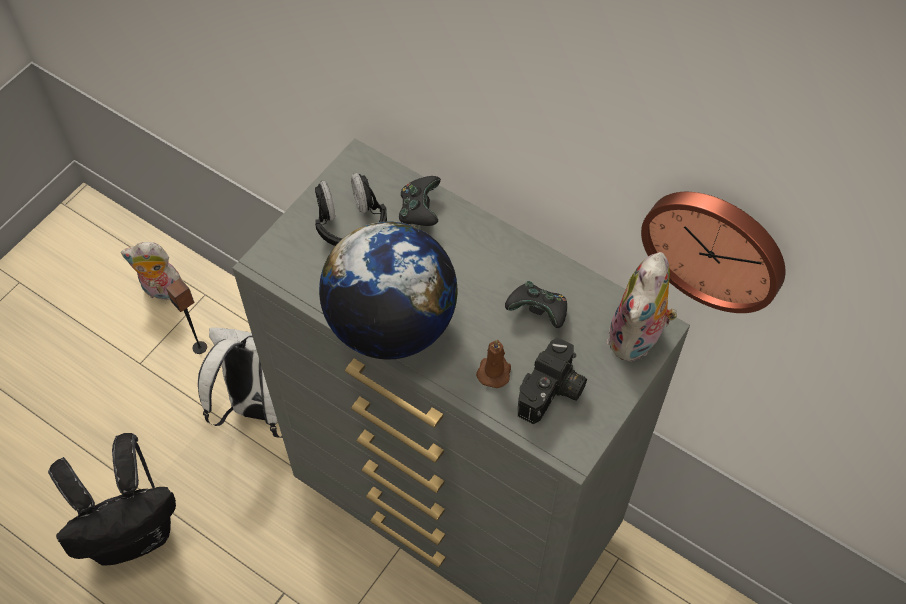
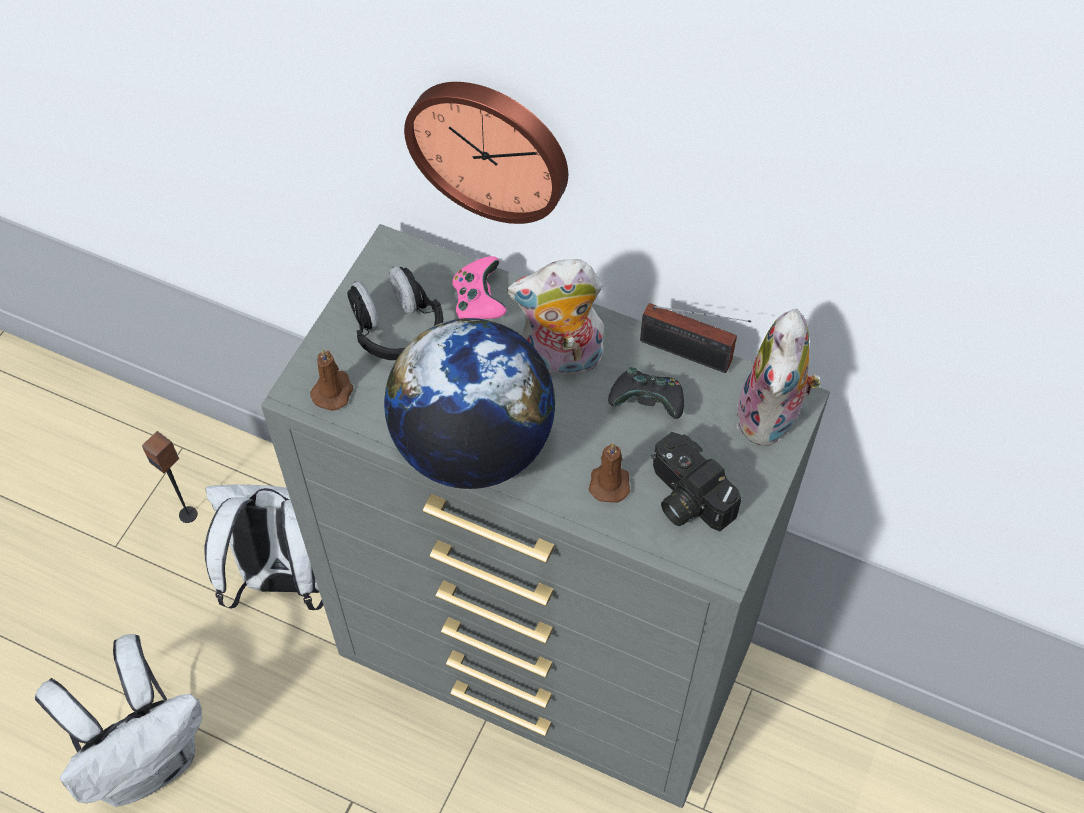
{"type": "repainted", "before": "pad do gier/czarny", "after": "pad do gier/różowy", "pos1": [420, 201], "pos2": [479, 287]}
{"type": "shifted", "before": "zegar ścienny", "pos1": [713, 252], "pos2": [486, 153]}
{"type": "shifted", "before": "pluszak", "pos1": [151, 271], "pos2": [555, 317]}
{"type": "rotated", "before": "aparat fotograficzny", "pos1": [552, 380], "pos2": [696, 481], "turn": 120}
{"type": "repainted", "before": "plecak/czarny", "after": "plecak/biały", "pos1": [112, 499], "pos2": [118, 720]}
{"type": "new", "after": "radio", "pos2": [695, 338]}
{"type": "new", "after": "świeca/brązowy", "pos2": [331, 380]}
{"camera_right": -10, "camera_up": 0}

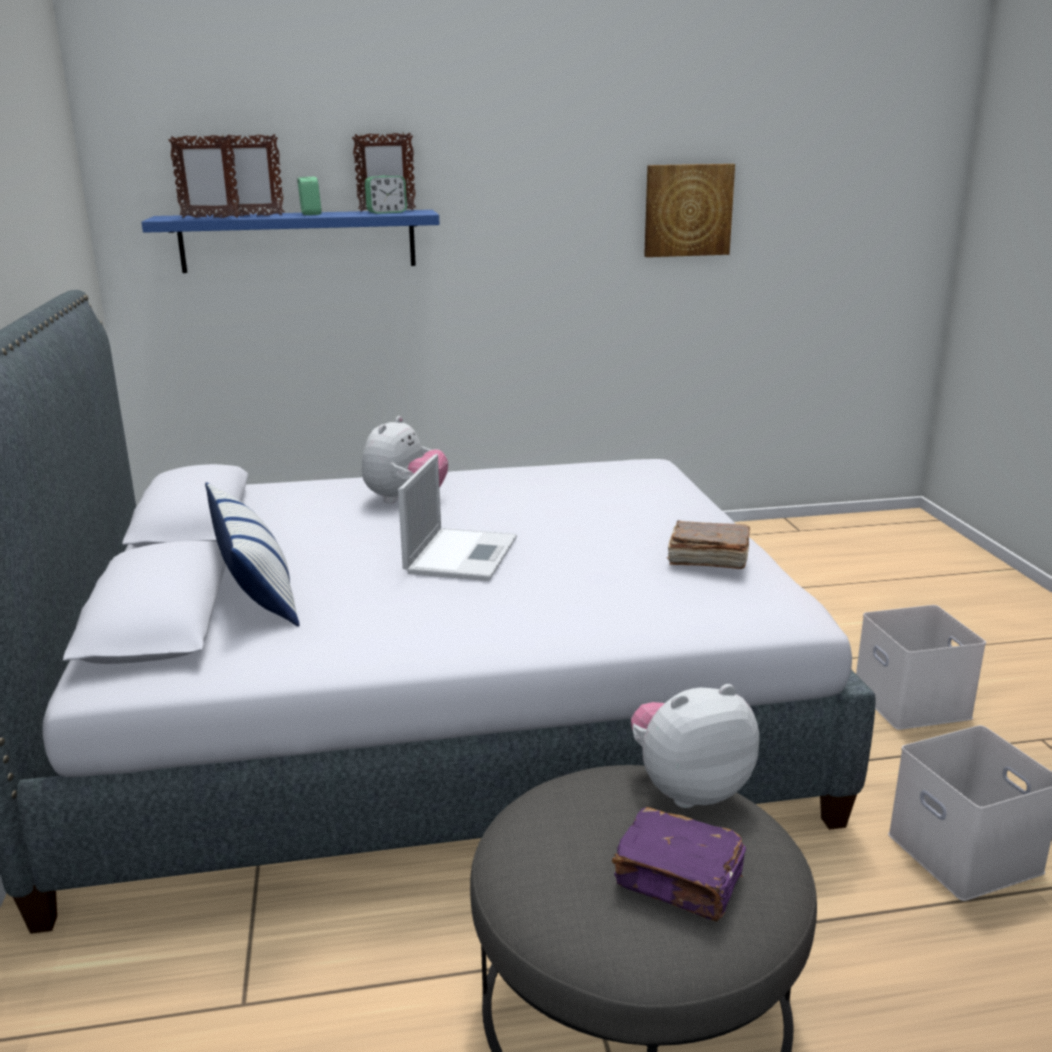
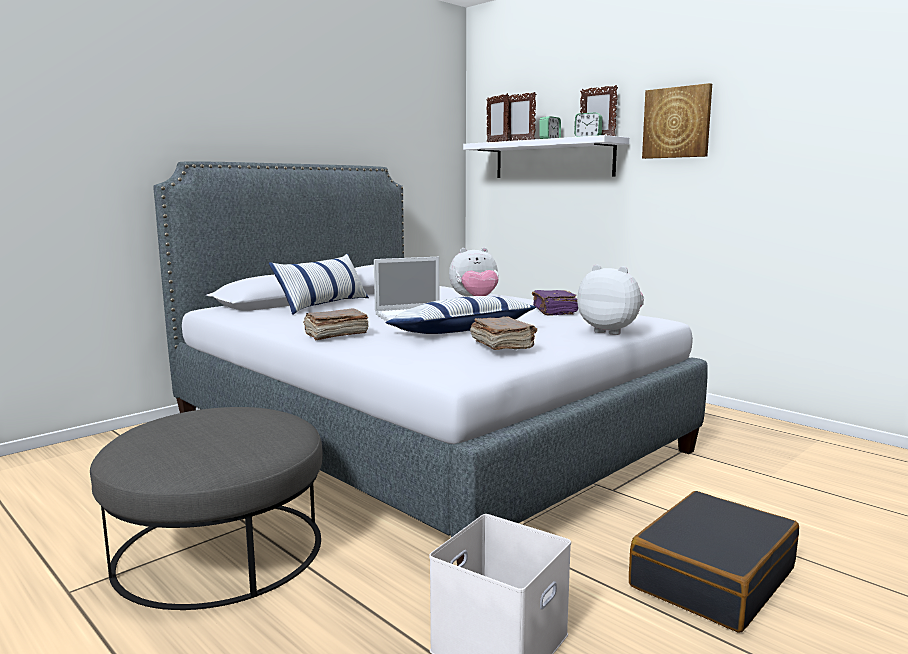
{"type": "shifted", "before": "obraz", "pos1": [689, 210], "pos2": [677, 121]}
{"type": "repainted", "before": "półka/niebieski", "after": "półka/biały", "pos1": [291, 241], "pos2": [546, 156]}
{"type": "swapped", "before": "pojemnik do przechowywania/biały", "after": "walizka/czarny", "pos1": [921, 667], "pos2": [714, 562]}
{"type": "shifted", "before": "pluszak", "pos1": [695, 746], "pos2": [610, 299]}
{"type": "shifted", "before": "książka/fioletowy", "pos1": [679, 864], "pos2": [555, 303]}
{"type": "new", "after": "poduszka", "pos2": [461, 315]}
{"type": "new", "after": "książka/brązowy", "pos2": [336, 324]}
{"camera_right": 55, "camera_up": -10}

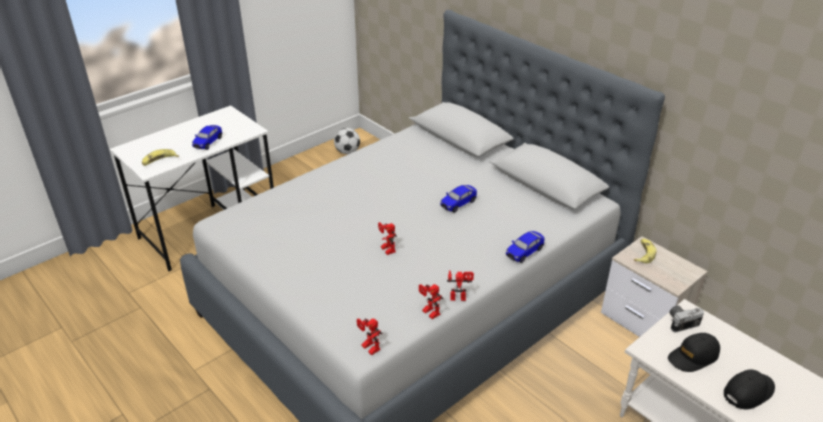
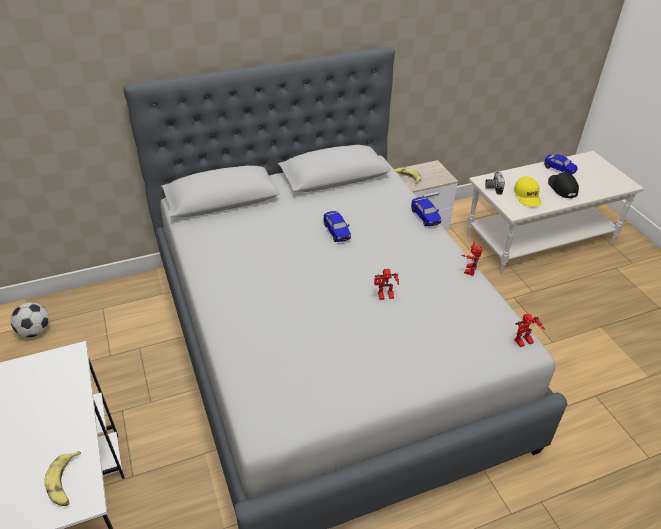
{"type": "shifted", "before": "samochodzik", "pos1": [207, 137], "pos2": [561, 164]}
{"type": "gone", "before": "robot zabawkowy", "pos1": [431, 301]}
{"type": "repainted", "before": "czapka z daszkiem/czarny", "after": "czapka z daszkiem/żółty", "pos1": [694, 352], "pos2": [527, 191]}
{"camera_right": -70, "camera_up": 5}

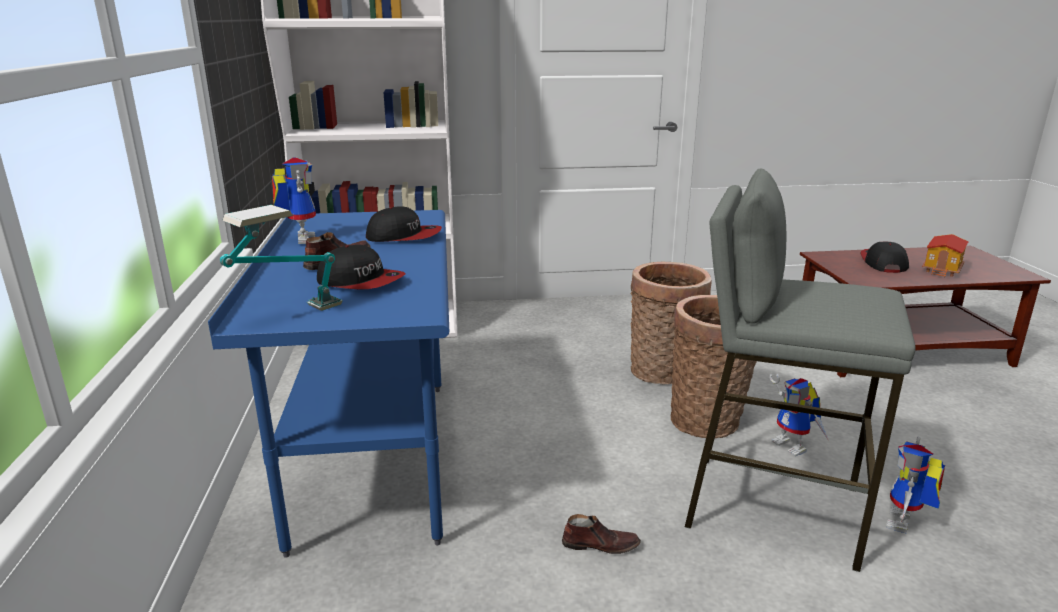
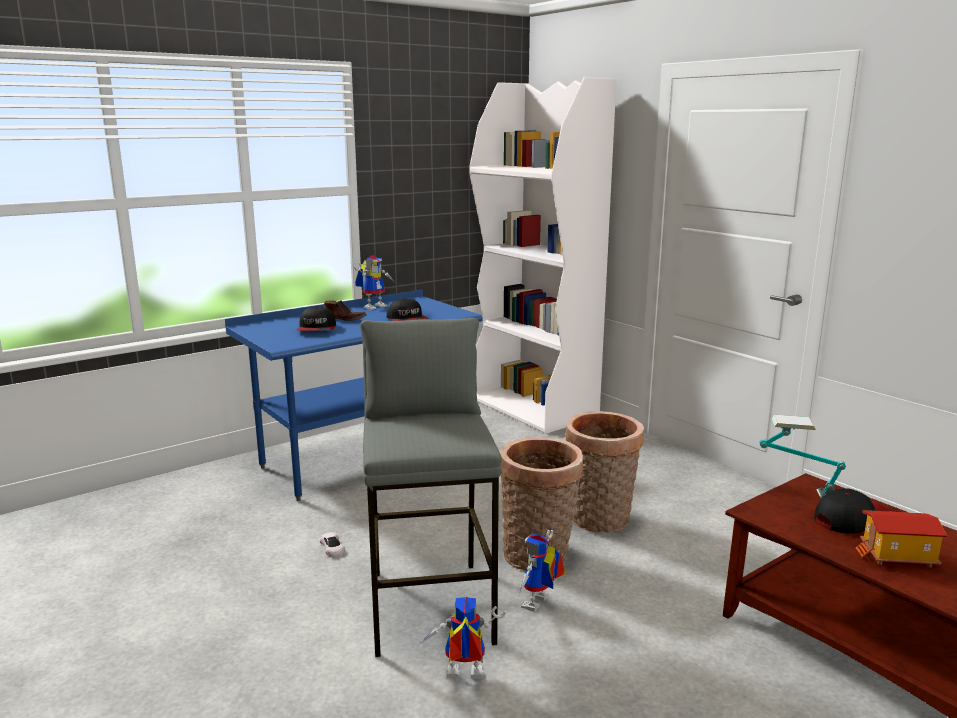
{"type": "shifted", "before": "lampa stołowa", "pos1": [281, 258], "pos2": [802, 457]}
{"type": "swapped", "before": "but/brązowy", "after": "samochodzik/biały", "pos1": [601, 534], "pos2": [332, 545]}
{"camera_right": 60, "camera_up": -5}

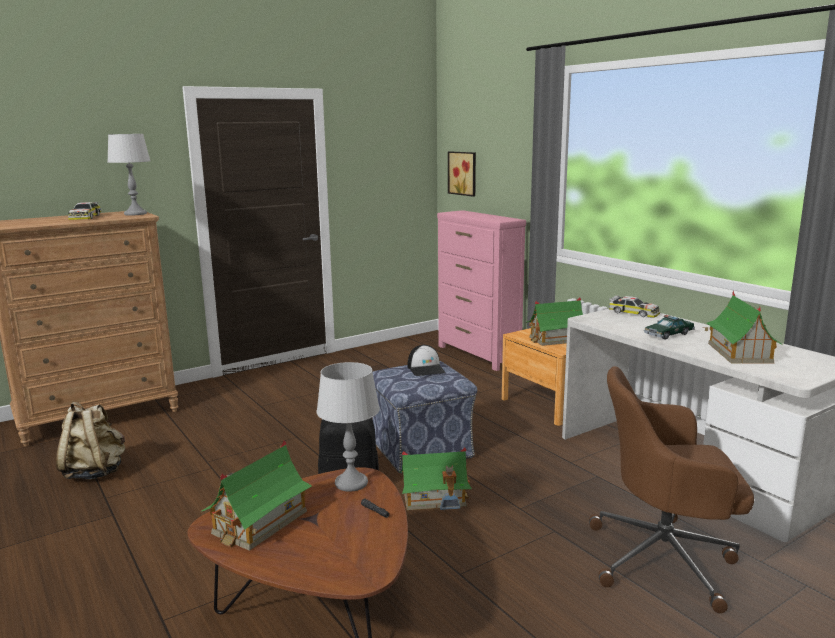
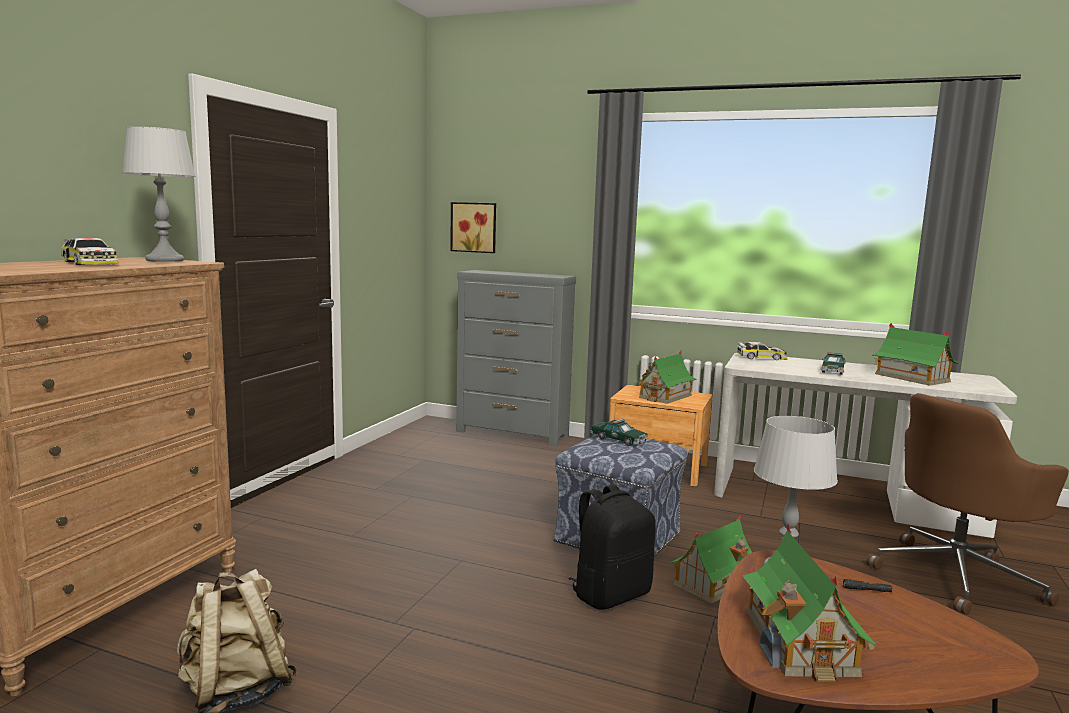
{"type": "repainted", "before": "komoda/różowy", "after": "komoda/szary", "pos1": [481, 290], "pos2": [516, 358]}
{"type": "swapped", "before": "czapka z daszkiem", "after": "samochodzik", "pos1": [426, 360], "pos2": [619, 432]}
{"camera_right": -35, "camera_up": -5}

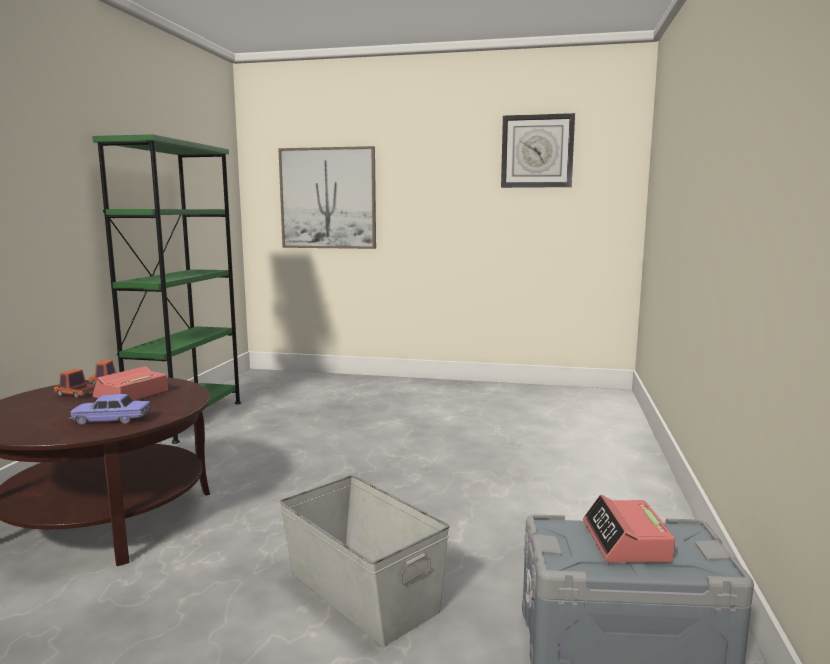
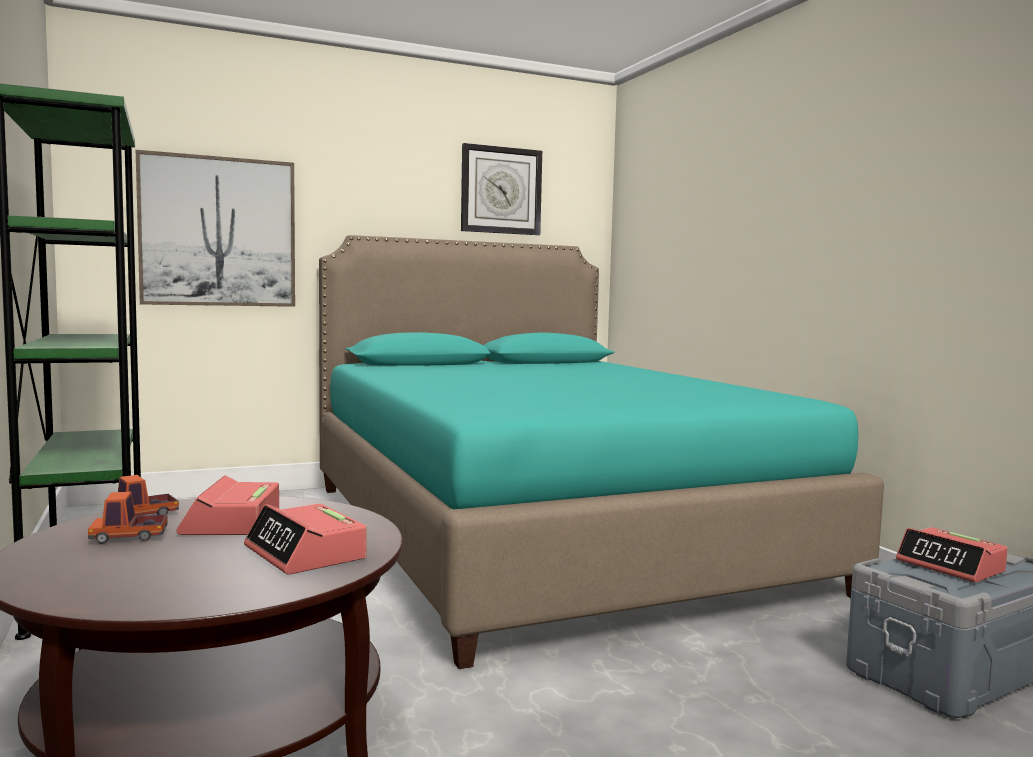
{"type": "swapped", "before": "samochodzik", "after": "budzik", "pos1": [110, 409], "pos2": [305, 539]}
{"type": "gone", "before": "pojemnik do przechowywania/szary", "pos1": [364, 560]}
{"type": "new", "after": "łóżko/turkusowy", "pos2": [601, 452]}
{"camera_right": -35, "camera_up": -5}

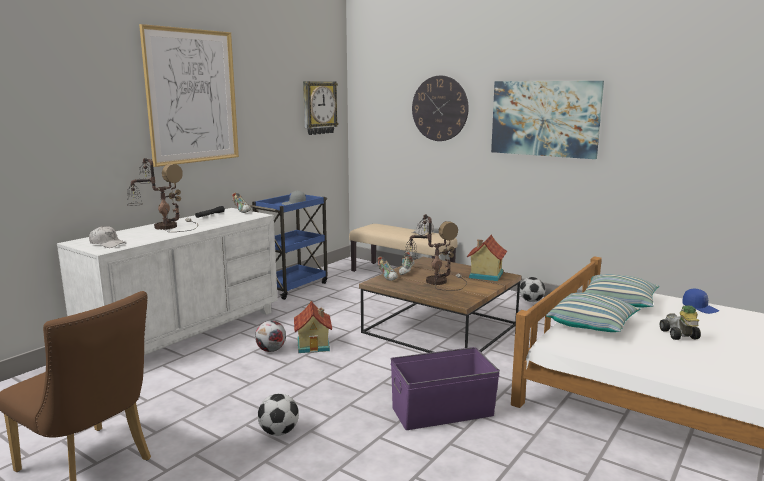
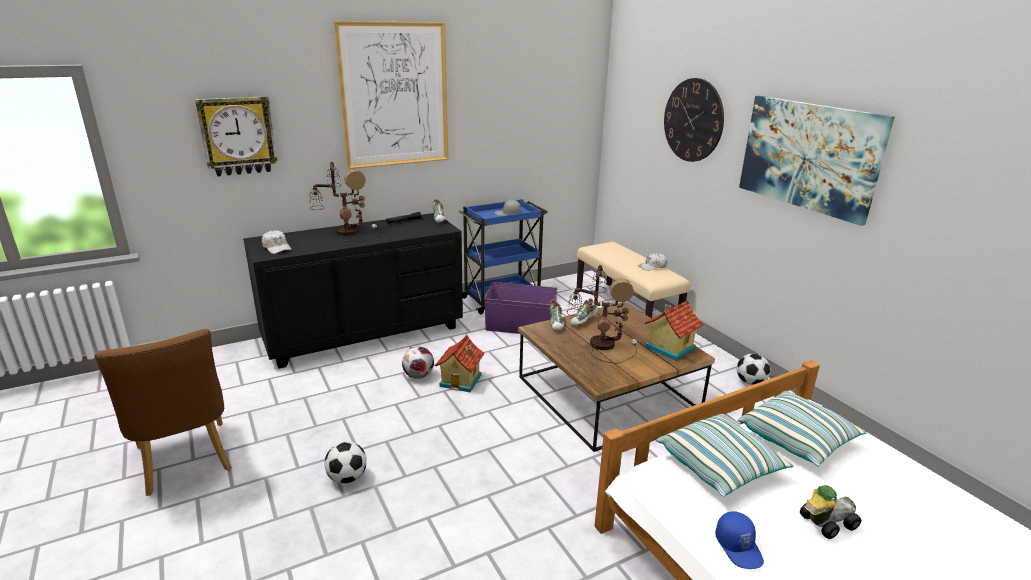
{"type": "shifted", "before": "zegar ścienny", "pos1": [320, 108], "pos2": [236, 136]}
{"type": "repainted", "before": "komoda/biały", "after": "komoda/czarny", "pos1": [167, 281], "pos2": [353, 291]}
{"type": "shifted", "before": "czapka z daszkiem/niebieski", "pos1": [700, 301], "pos2": [739, 540]}
{"type": "rotated", "before": "samochodzik", "pos1": [680, 322], "pos2": [831, 512], "turn": 45}
{"type": "shifted", "before": "pojemnik do przechowywania/fioletowy", "pos1": [445, 388], "pos2": [521, 308]}
{"camera_right": 25, "camera_up": 10}

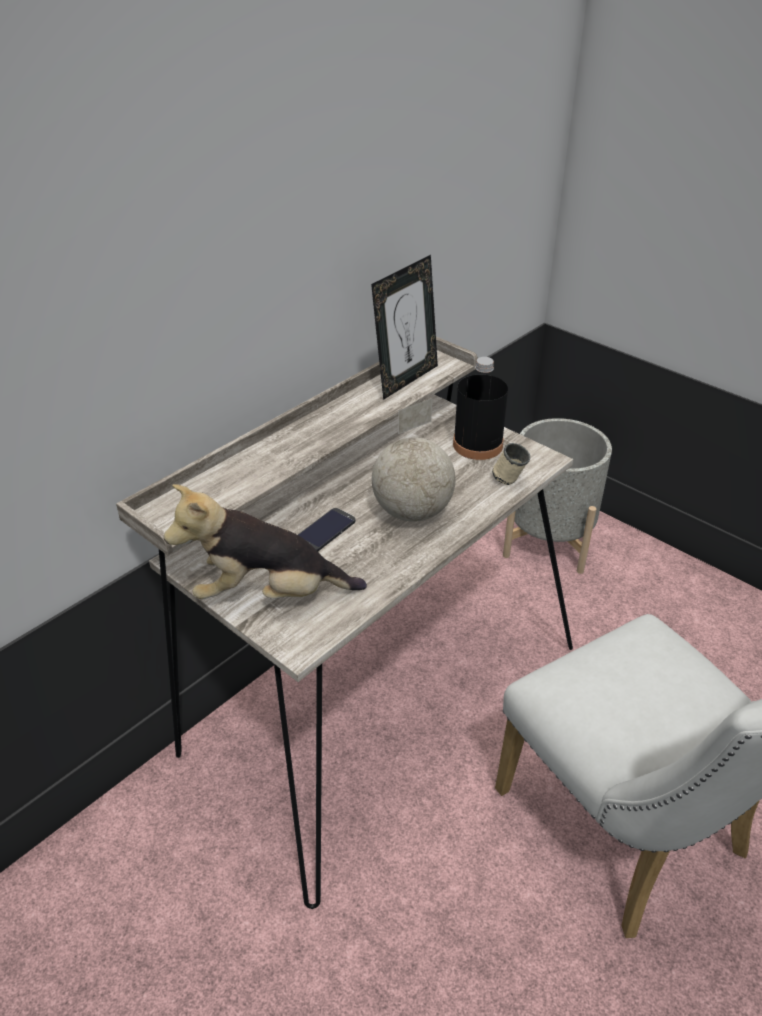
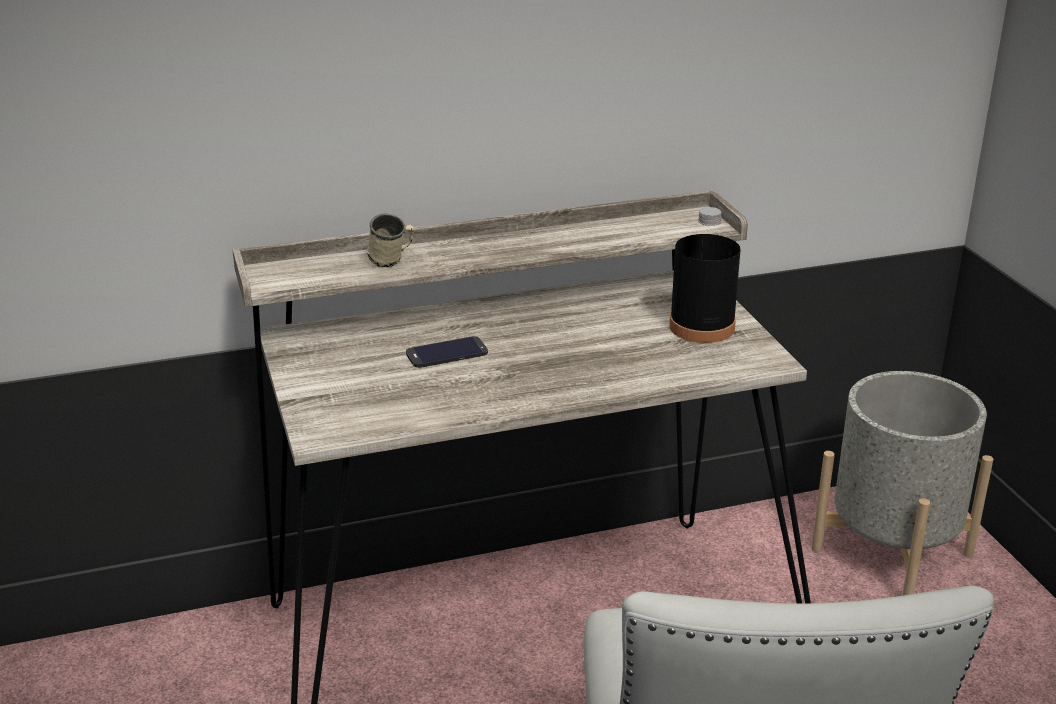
{"type": "gone", "before": "ramka na zdjęcie", "pos1": [404, 327]}
{"type": "gone", "before": "globus", "pos1": [413, 460]}
{"type": "shifted", "before": "kubek/beżowy", "pos1": [511, 464], "pos2": [390, 240]}
{"type": "gone", "before": "pluszak", "pos1": [265, 541]}
{"camera_right": 30, "camera_up": -10}

